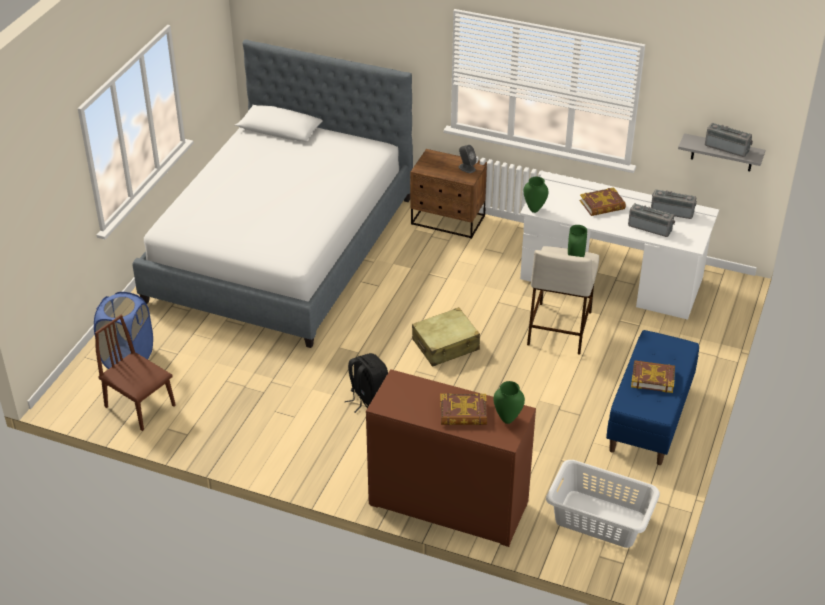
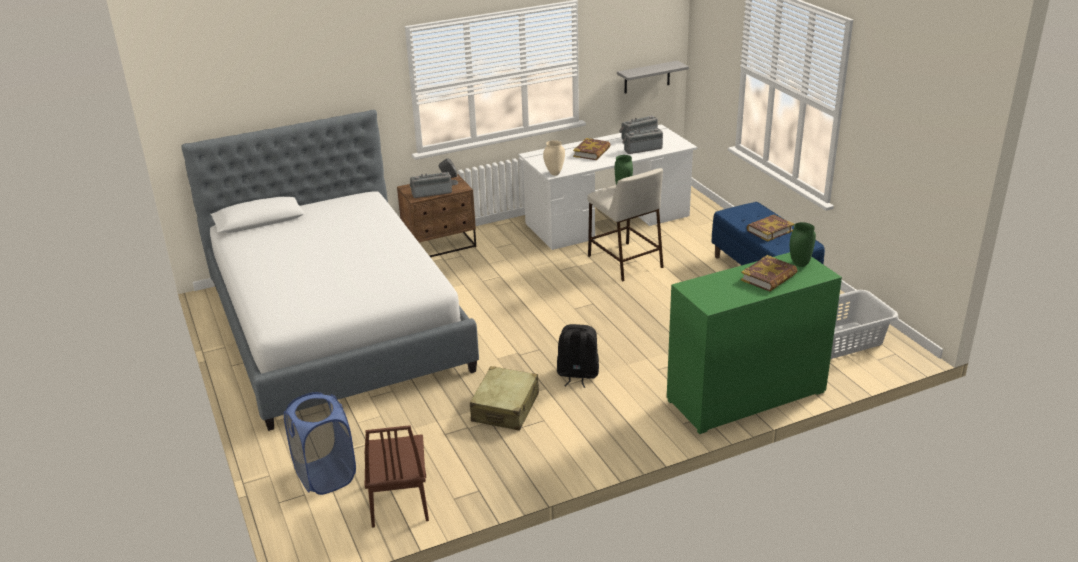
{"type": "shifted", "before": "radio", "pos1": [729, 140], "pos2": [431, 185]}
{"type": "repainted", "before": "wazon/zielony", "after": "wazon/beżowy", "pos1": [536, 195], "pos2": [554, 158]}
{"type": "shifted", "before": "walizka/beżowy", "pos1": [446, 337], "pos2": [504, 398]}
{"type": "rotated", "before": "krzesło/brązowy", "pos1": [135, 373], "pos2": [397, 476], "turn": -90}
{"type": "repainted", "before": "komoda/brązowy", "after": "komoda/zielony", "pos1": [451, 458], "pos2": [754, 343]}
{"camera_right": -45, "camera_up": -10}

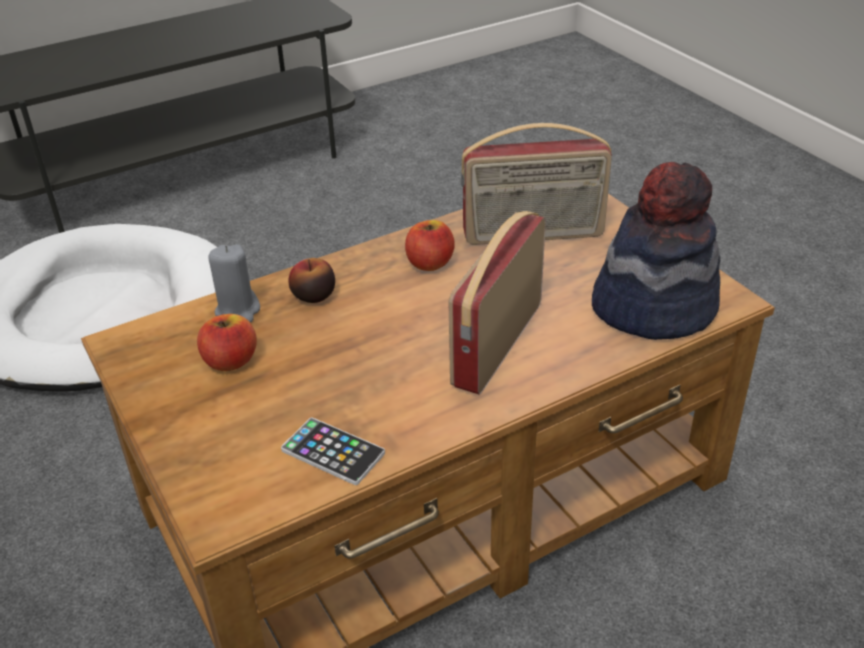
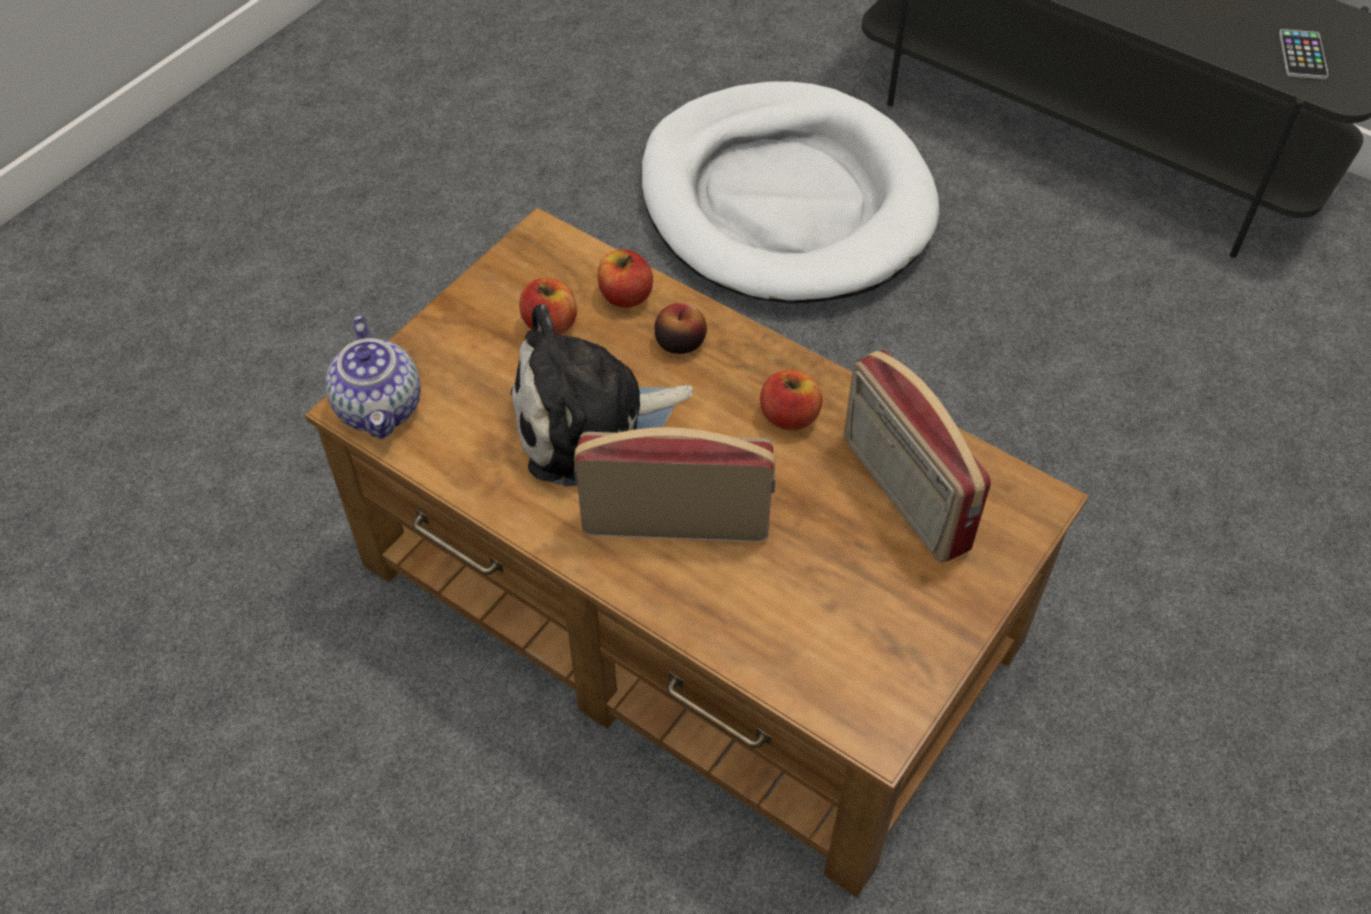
{"type": "gone", "before": "kapelusz", "pos1": [656, 251]}
{"type": "swapped", "before": "świeca/szary", "after": "jabłko", "pos1": [234, 283], "pos2": [625, 279]}
{"type": "shifted", "before": "telefon", "pos1": [333, 451], "pos2": [1303, 54]}
{"type": "new", "after": "pluszak", "pos2": [602, 395]}
{"type": "new", "after": "imbryk", "pos2": [373, 377]}
{"camera_right": 65, "camera_up": 15}

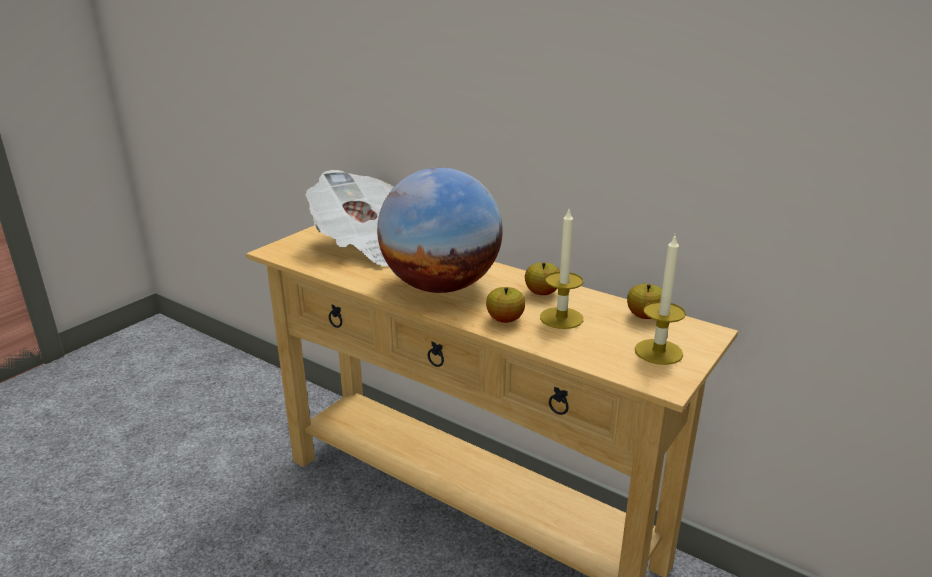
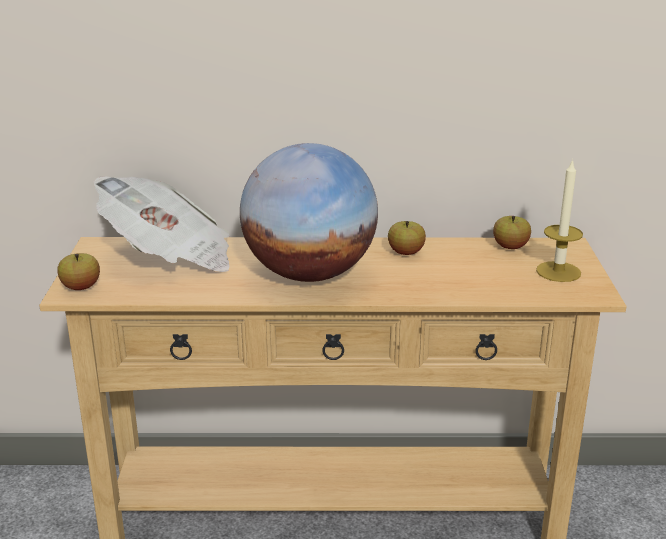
{"type": "gone", "before": "świeca", "pos1": [561, 269]}
{"type": "shifted", "before": "jabłko", "pos1": [505, 305], "pos2": [78, 271]}
{"camera_right": -35, "camera_up": 0}

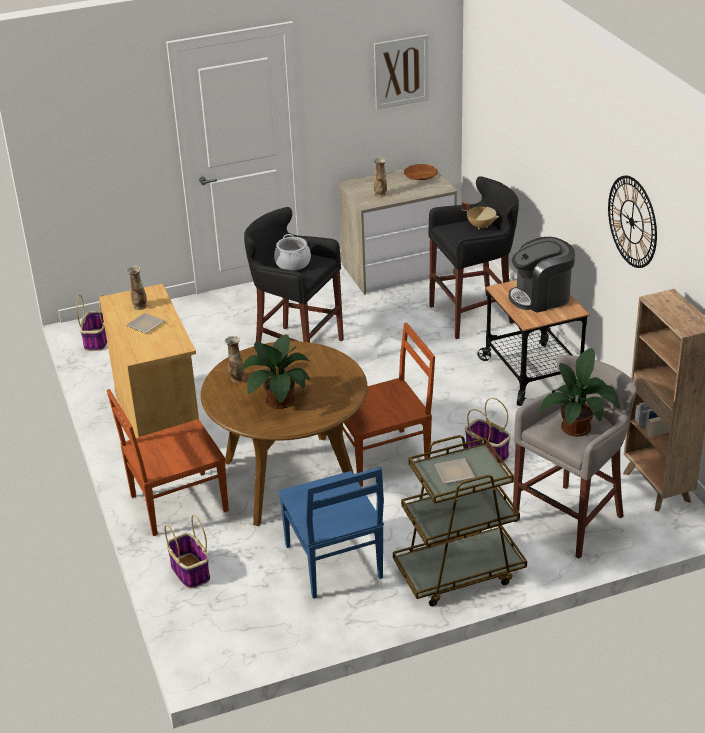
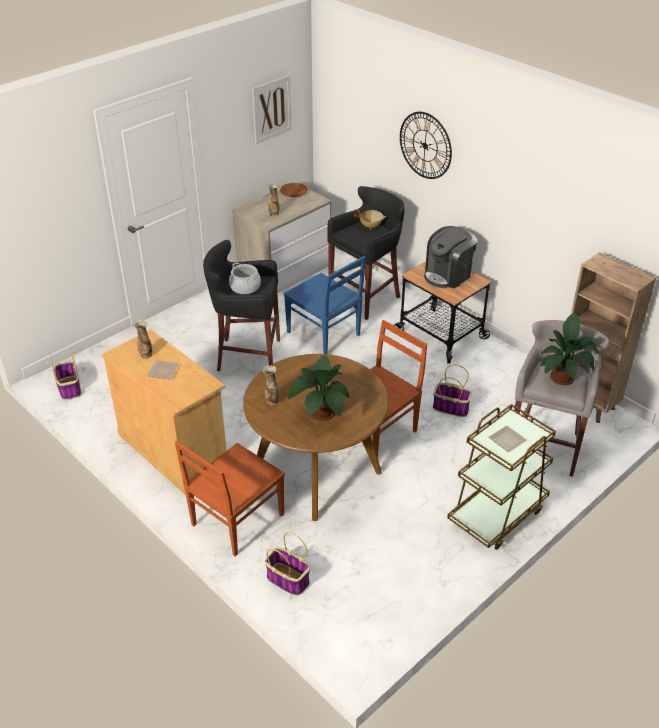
{"type": "shifted", "before": "zegar ścienny", "pos1": [632, 222], "pos2": [426, 145]}
{"type": "shifted", "before": "krzesło/niebieski", "pos1": [331, 533], "pos2": [324, 305]}
{"camera_right": -25, "camera_up": 5}

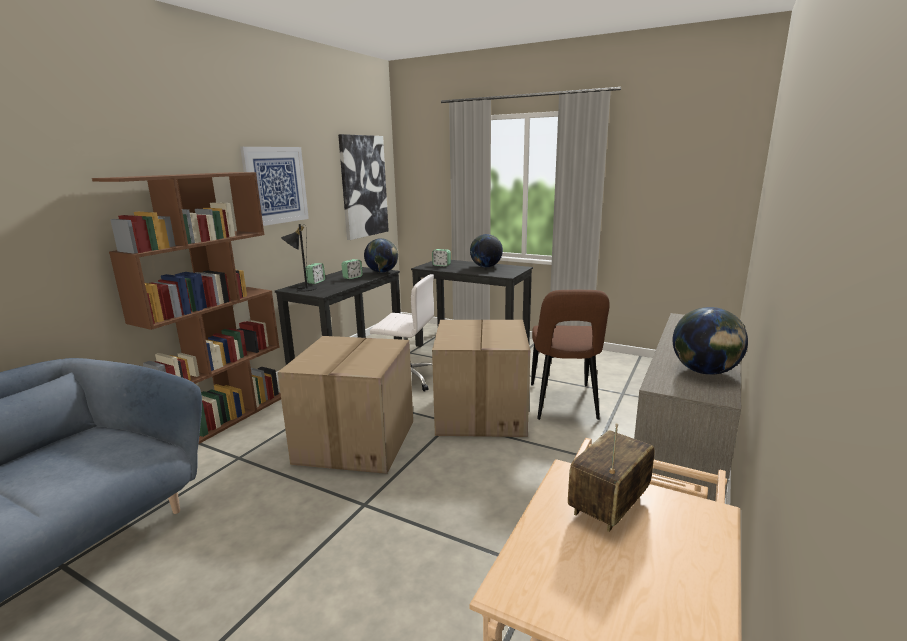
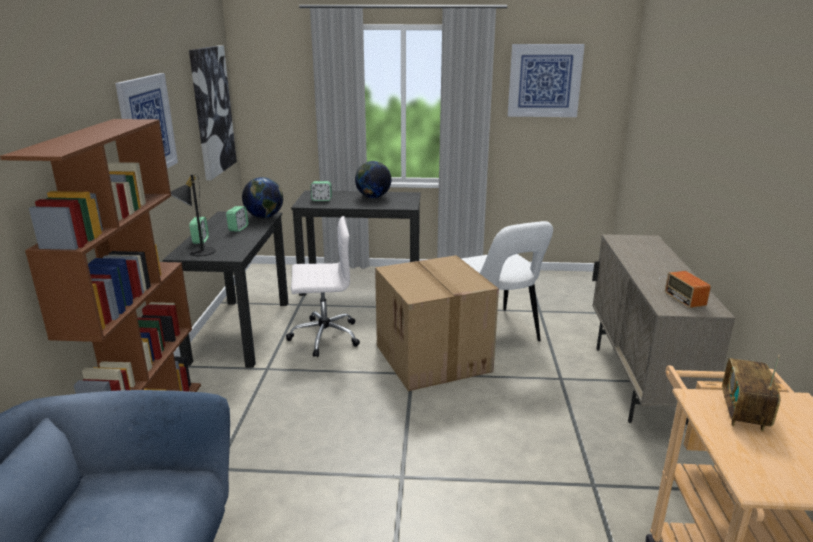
{"type": "repainted", "before": "krzesło/brązowy", "after": "krzesło/biały", "pos1": [570, 355], "pos2": [507, 281]}
{"type": "swapped", "before": "globus", "after": "radio", "pos1": [710, 341], "pos2": [685, 289]}
{"type": "gone", "before": "karton", "pos1": [345, 405]}
{"type": "new", "after": "obraz", "pos2": [546, 80]}
{"camera_right": -25, "camera_up": 5}

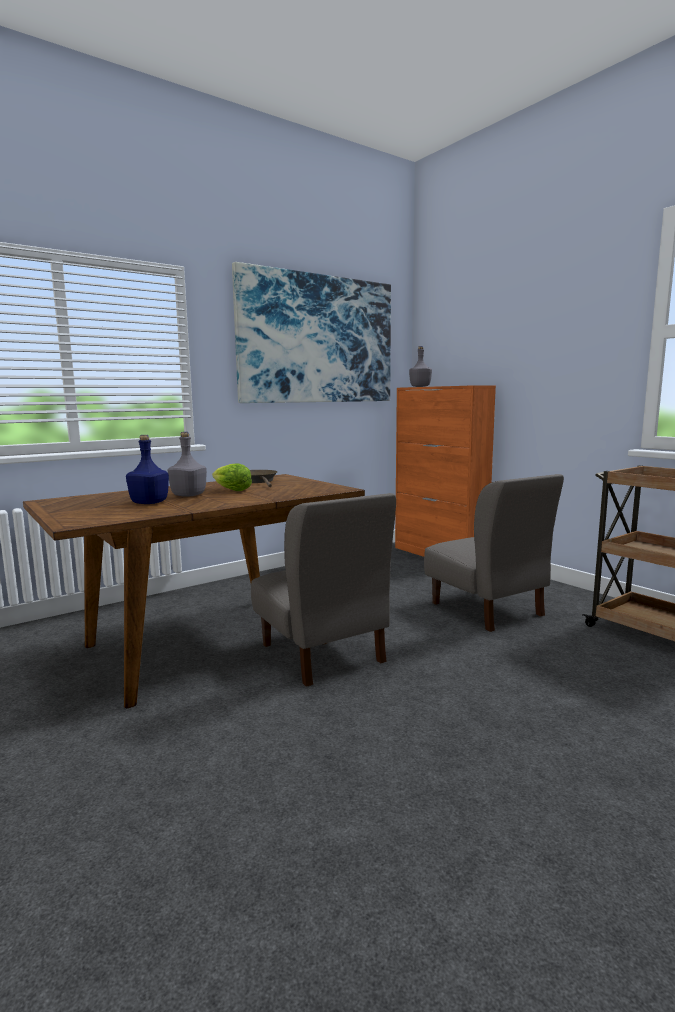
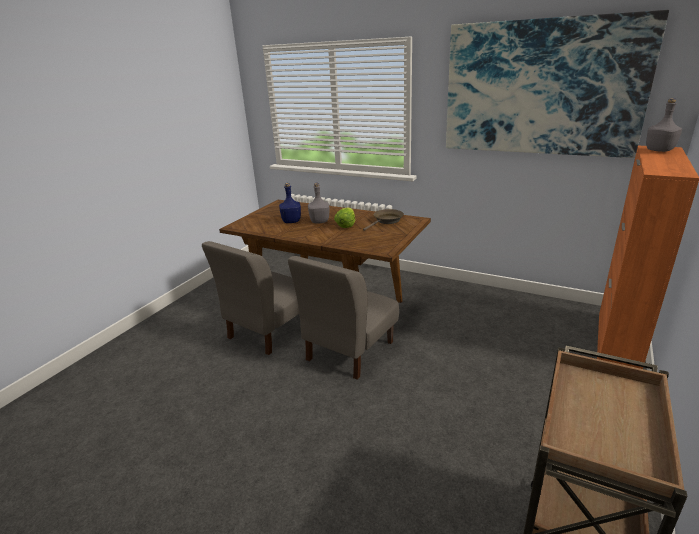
{"type": "shifted", "before": "krzesło/szary", "pos1": [494, 553], "pos2": [250, 298]}
{"camera_right": 65, "camera_up": 15}

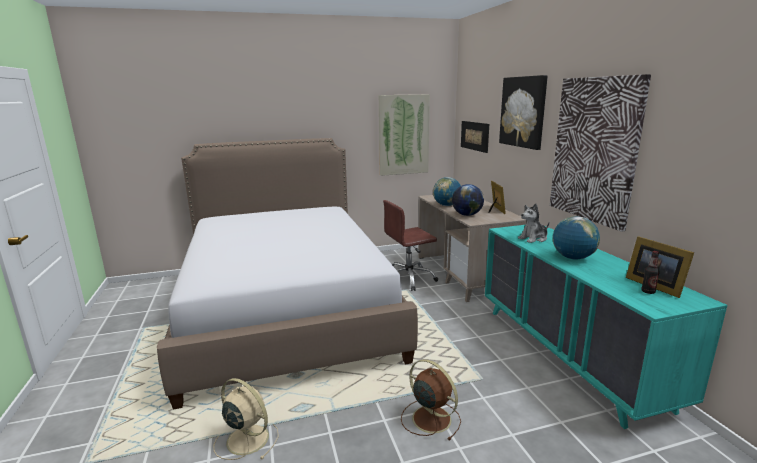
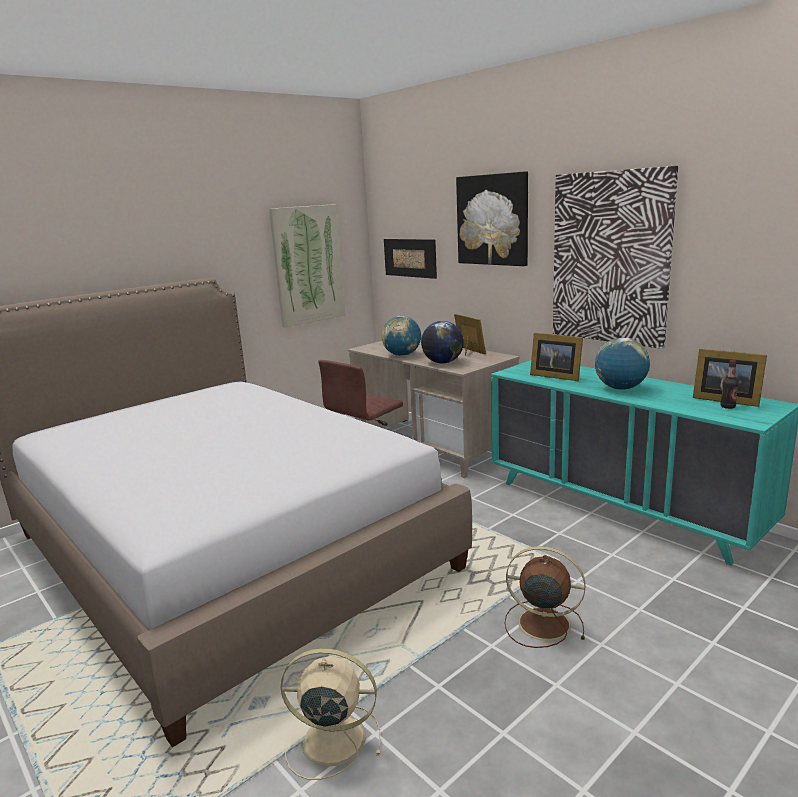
{"type": "swapped", "before": "pluszak", "after": "ramka na zdjęcie", "pos1": [533, 223], "pos2": [556, 357]}
{"camera_right": -25, "camera_up": 0}

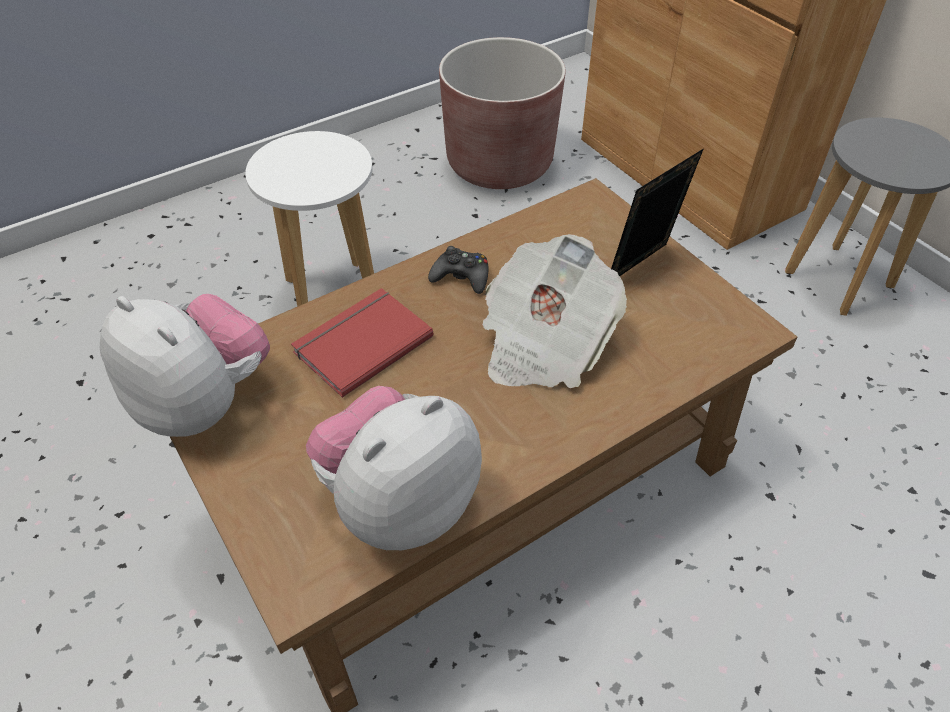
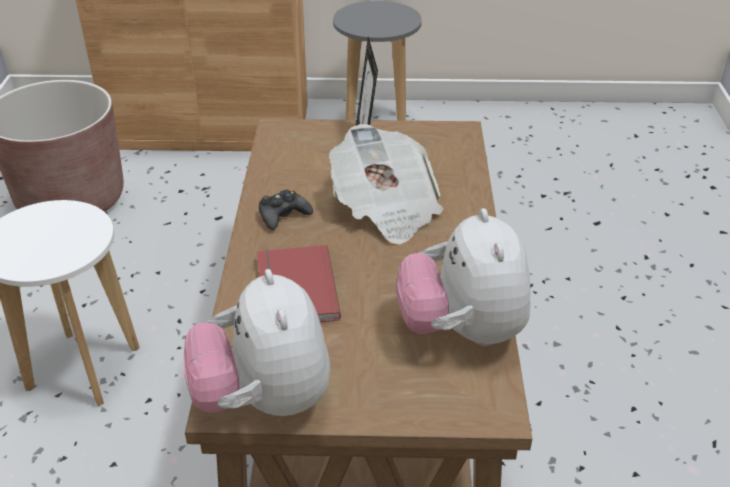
{"type": "rotated", "before": "pluszak", "pos1": [185, 365], "pos2": [256, 342], "turn": -90}
{"camera_right": -55, "camera_up": -10}

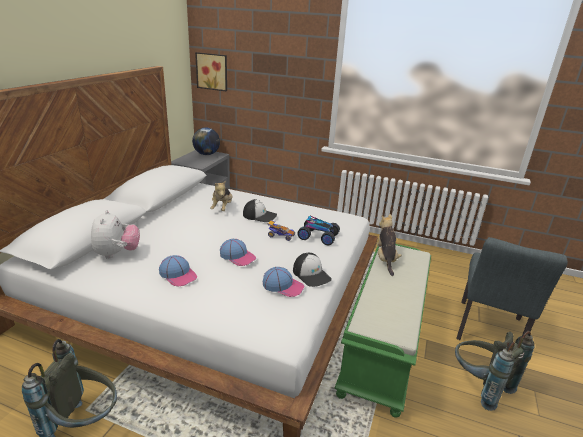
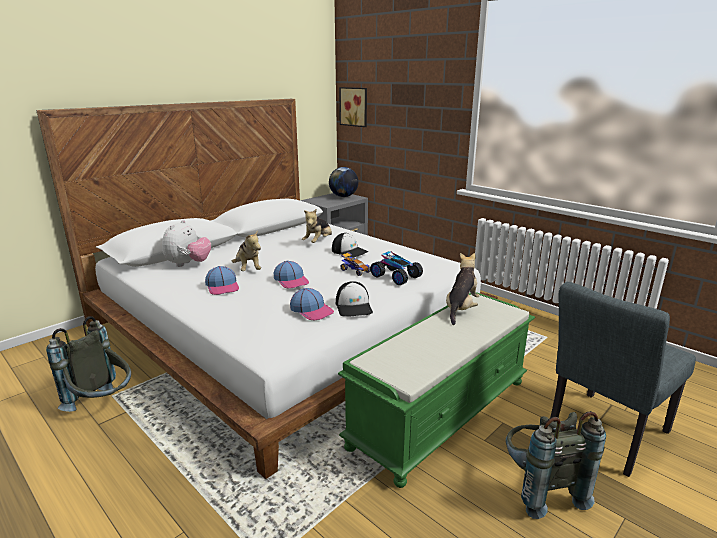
{"type": "new", "after": "pluszak", "pos2": [246, 250]}
{"camera_right": 25, "camera_up": -5}

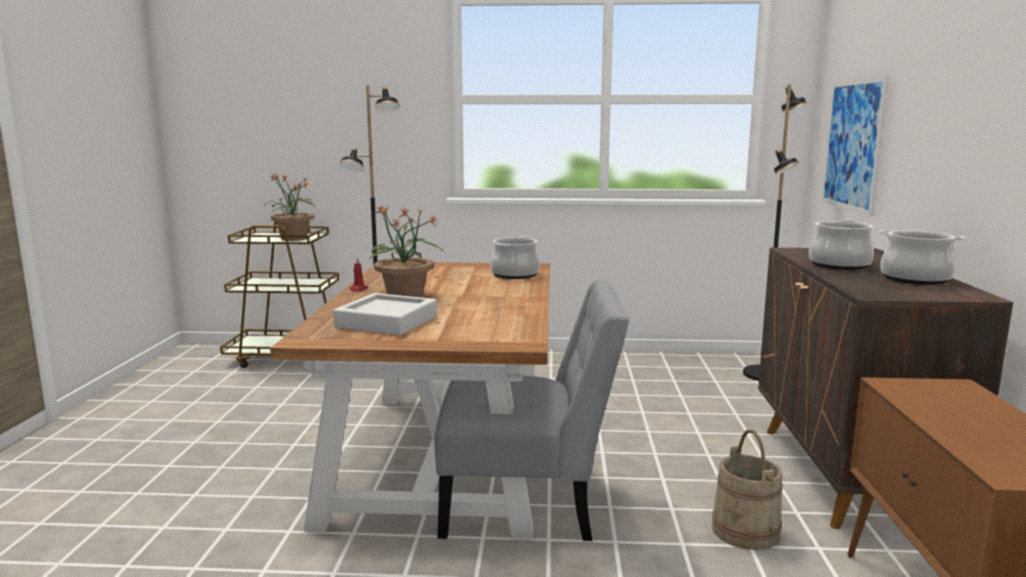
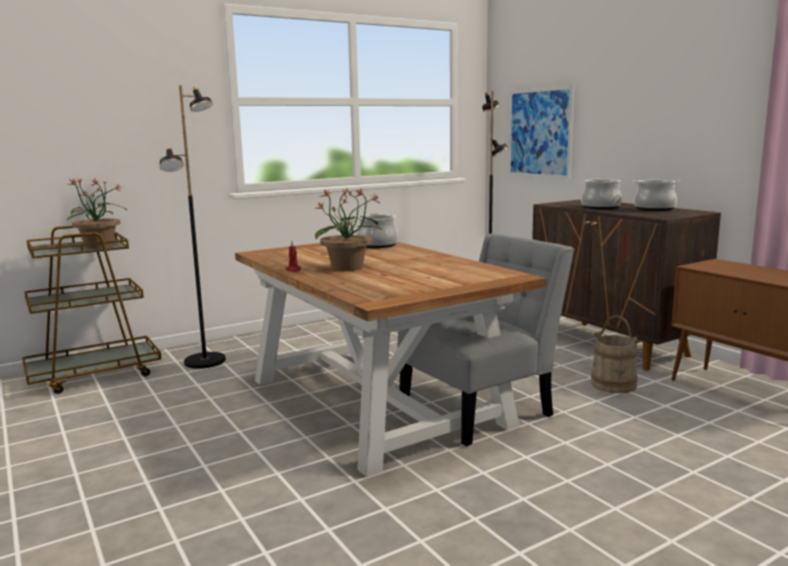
{"type": "gone", "before": "taca/szary", "pos1": [385, 314]}
{"camera_right": -35, "camera_up": 0}

